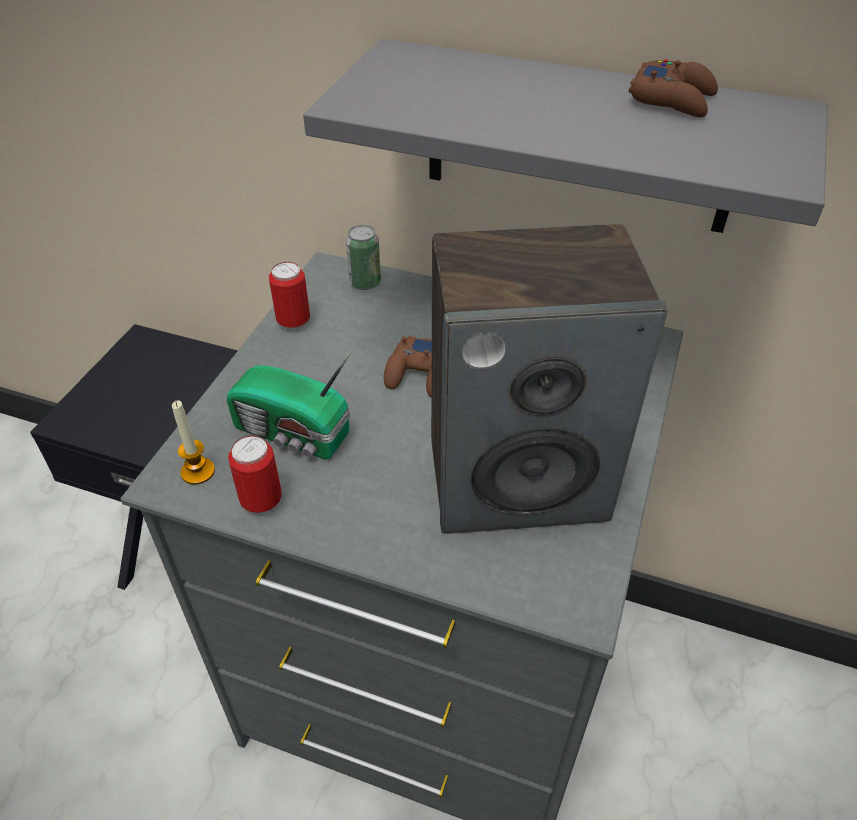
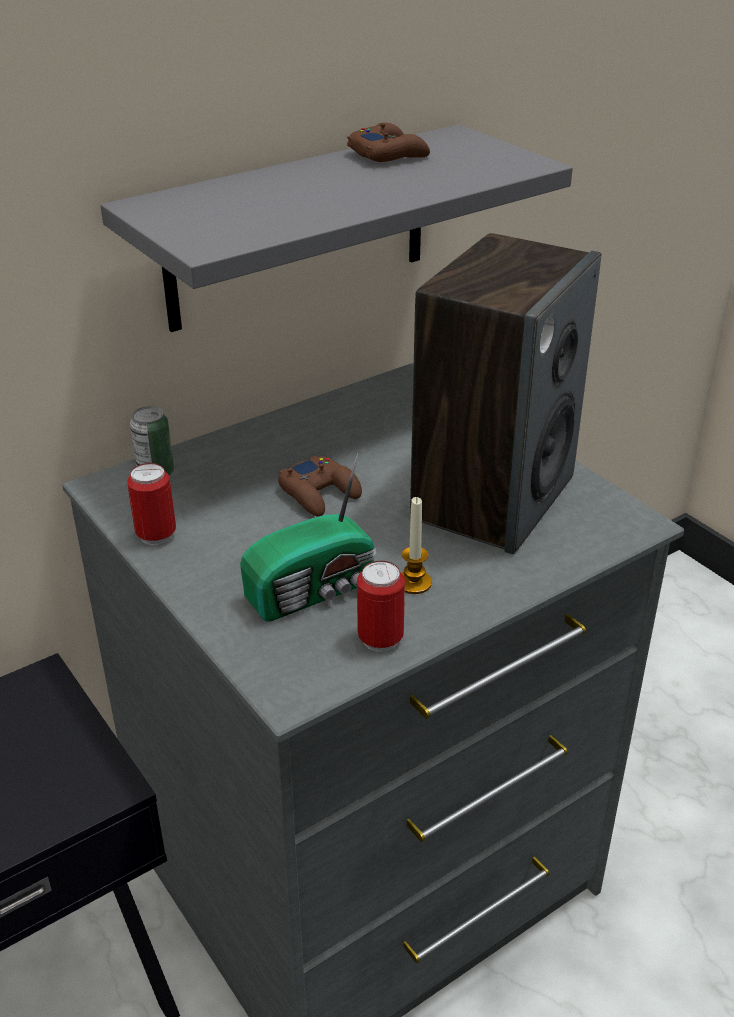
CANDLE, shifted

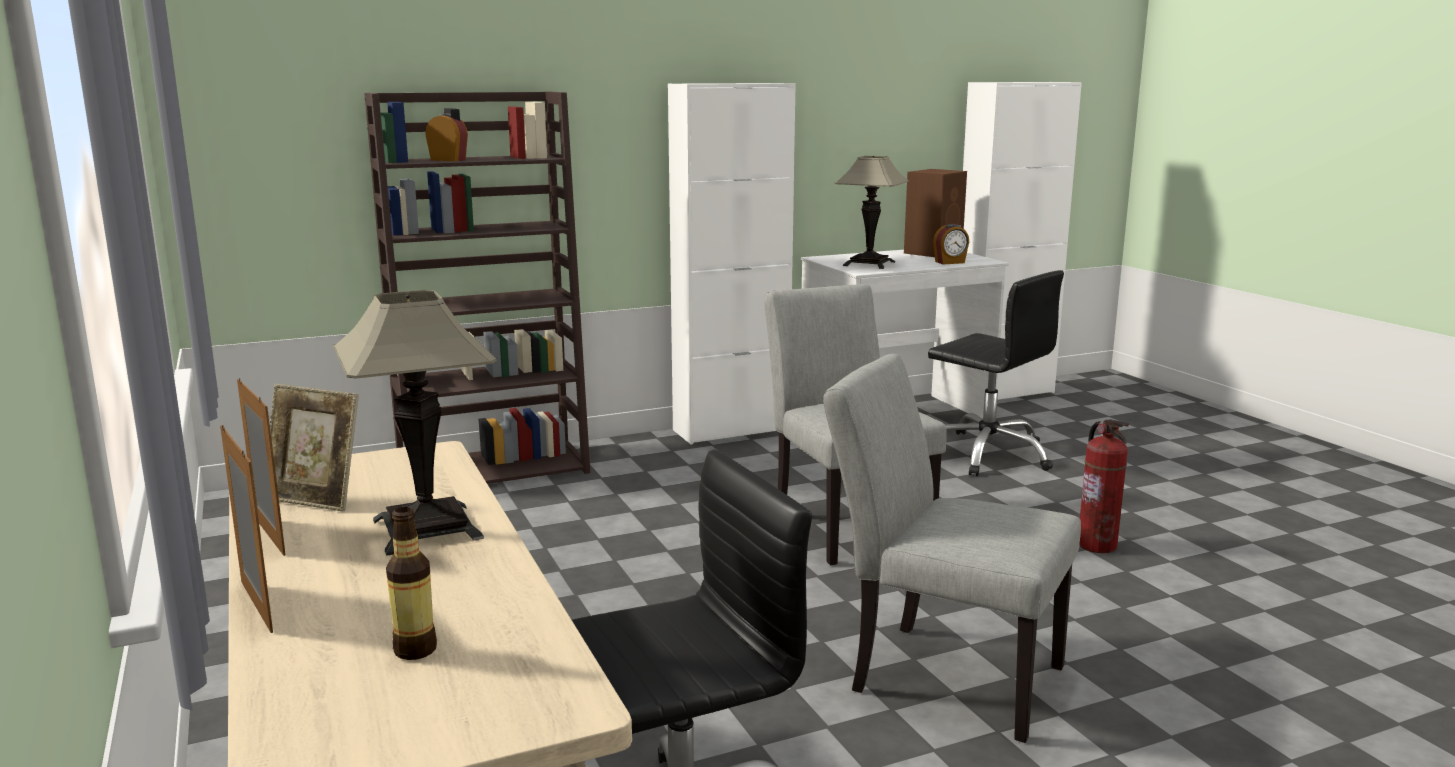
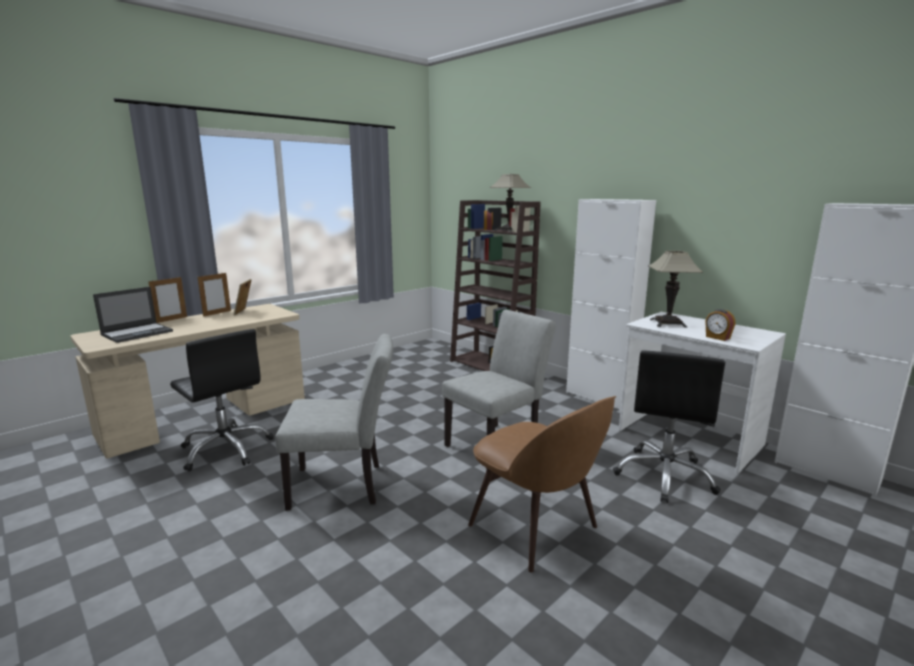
BEVERAGE BOTTLE → LAPTOP
GREYISH PLAIN CHAIR (no. 2 from left in the first image) → GREYISH PLAIN CHAIR (no. 1 from left), 75 degrees clockwise
EXTINGUISHER → BROWN-COLOURED PLAIN CHAIR
LAMP FOR A TABLE (no. 1 from left), shifted
BROWN-COLOURED LOUDSPEAKER → -

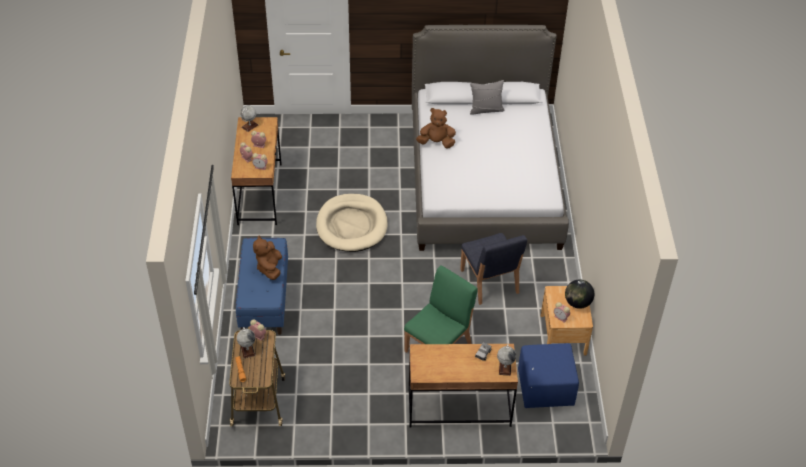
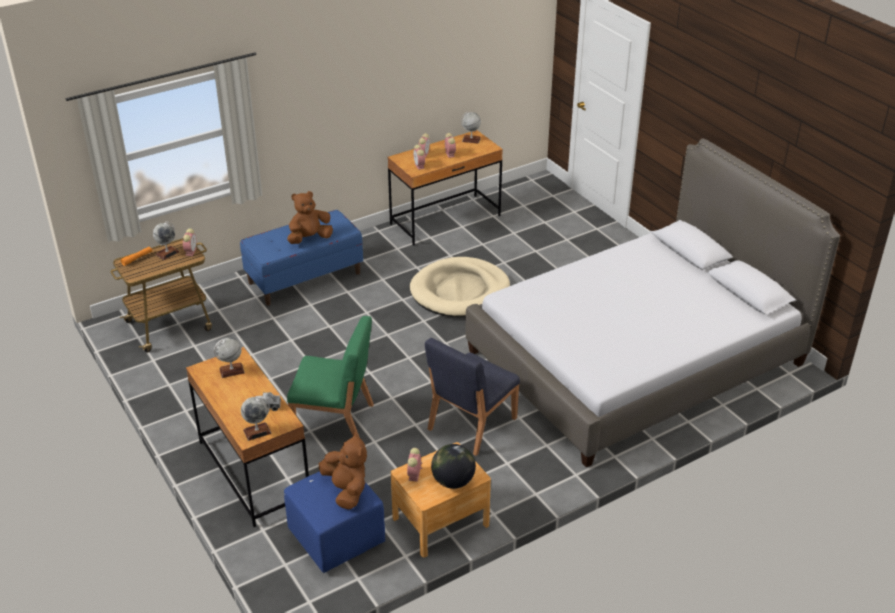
- → DESK GLOBE (no. 2 from left)
BROWN-COLOURED SOFT TOY (no. 2 from left), shifted
GREYISH CUSHION → -

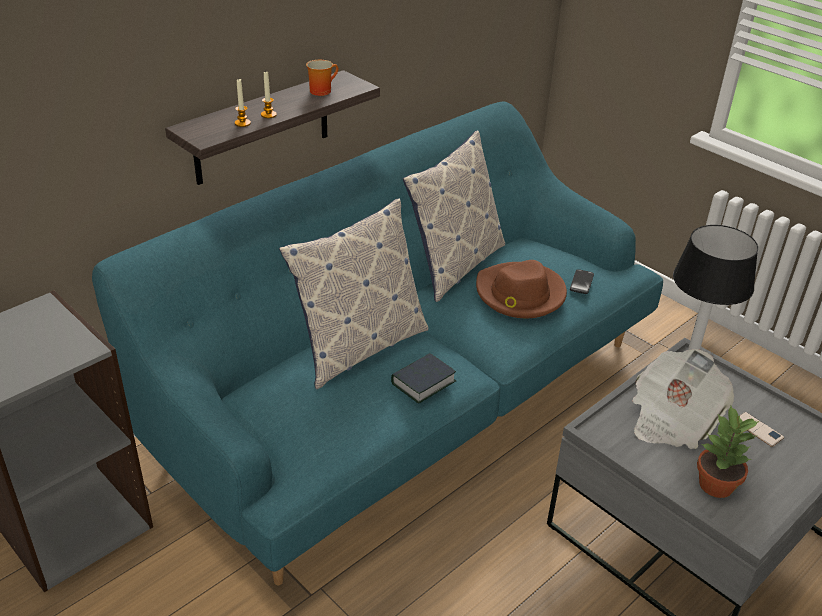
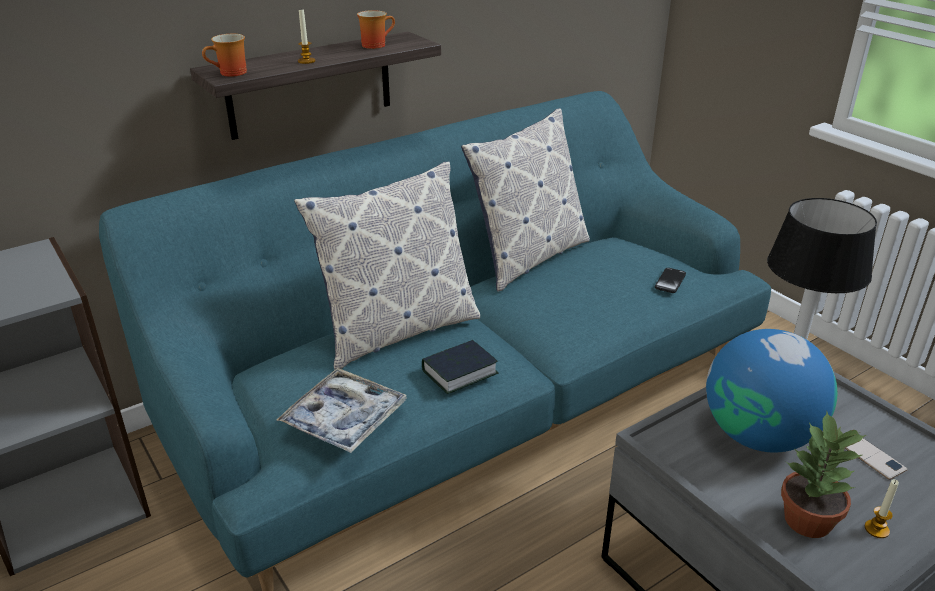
- → MUG (no. 1 from left)
- → CARRYING TRAY
PRINTED PAPER → DESK GLOBE
CANDLE (no. 1 from left in the first image) → CANDLE (no. 2 from left), shifted
BROWN-COLOURED WEARABLE HAT → -

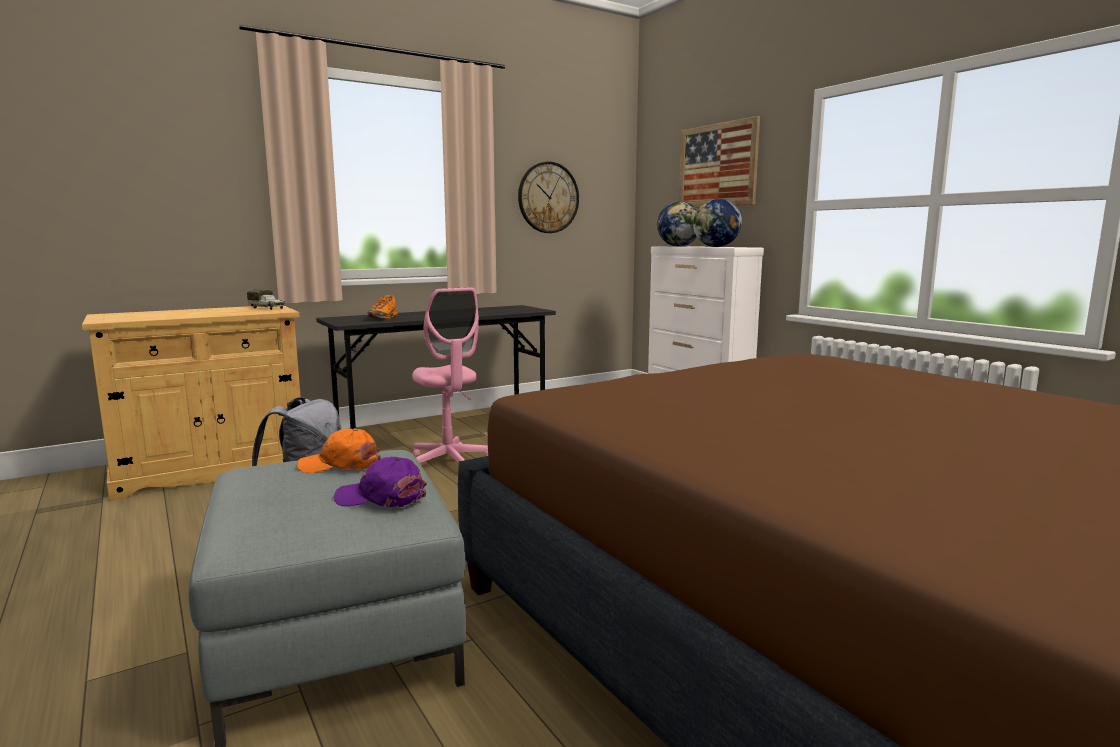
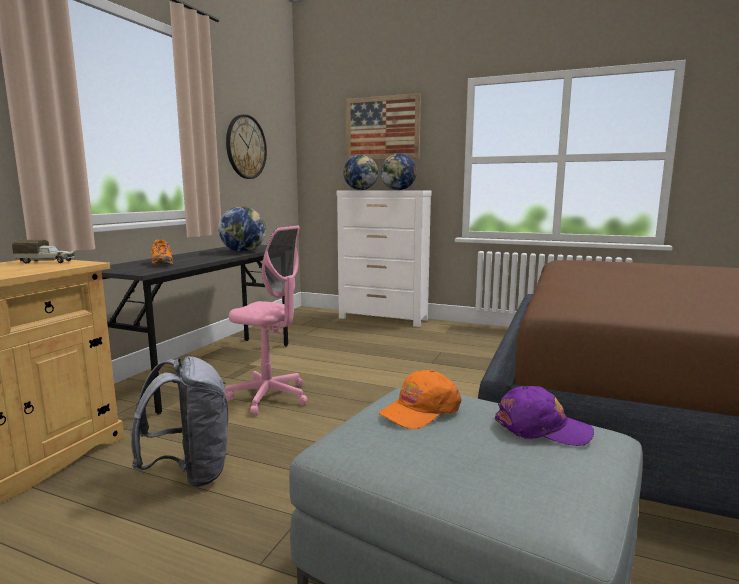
- → DESK GLOBE (no. 1 from left)
PURPLE-COLOURED PEAKED CAP, 135 degrees counterclockwise

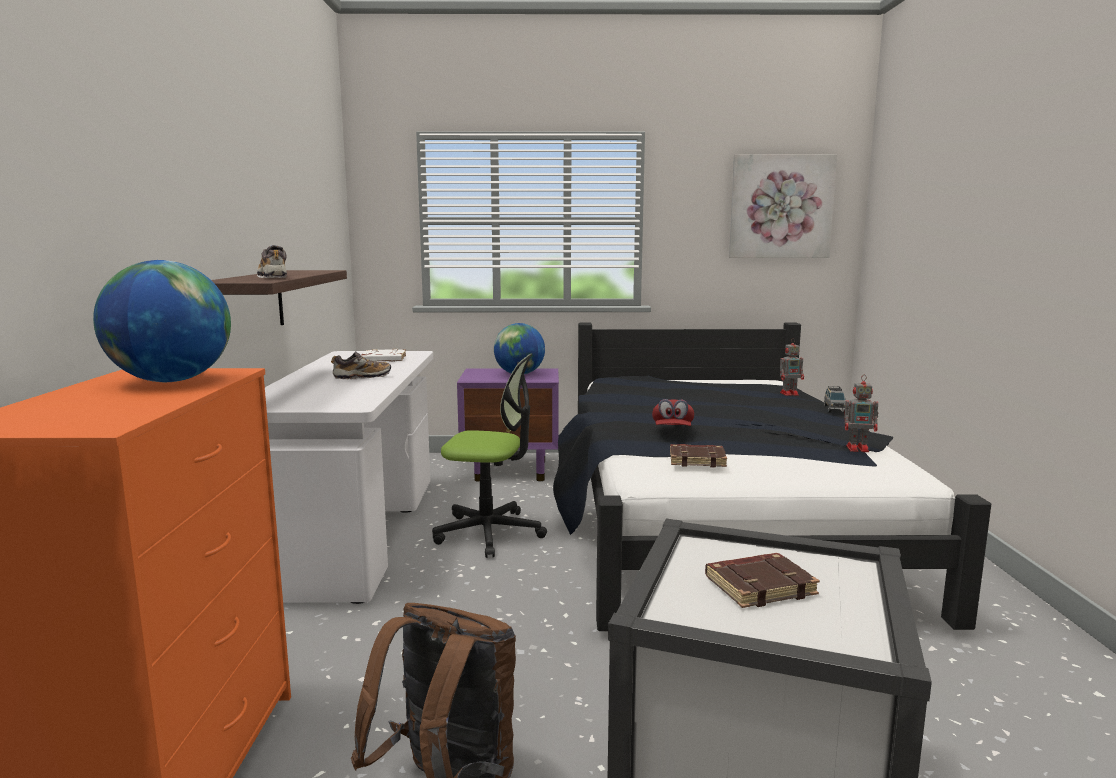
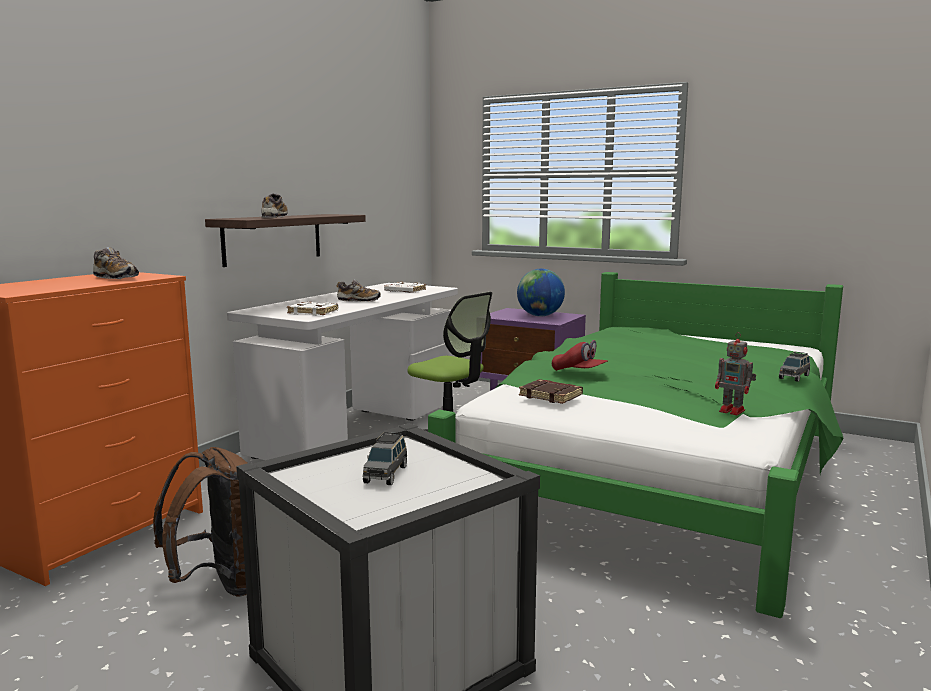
DESK GLOBE (no. 1 from left) → SHOE (no. 1 from left)
- → WHITISH BOOK (no. 1 from left)
BROWN-COLOURED BOOK (no. 2 from left) → GREYISH MINIATURE CAR (no. 1 from left)
BLACKISH BED → GREEN BED
REDDISH PEAKED CAP, 90 degrees counterclockwise
WALL ART → -
TOY ROBOT (no. 1 from left) → -

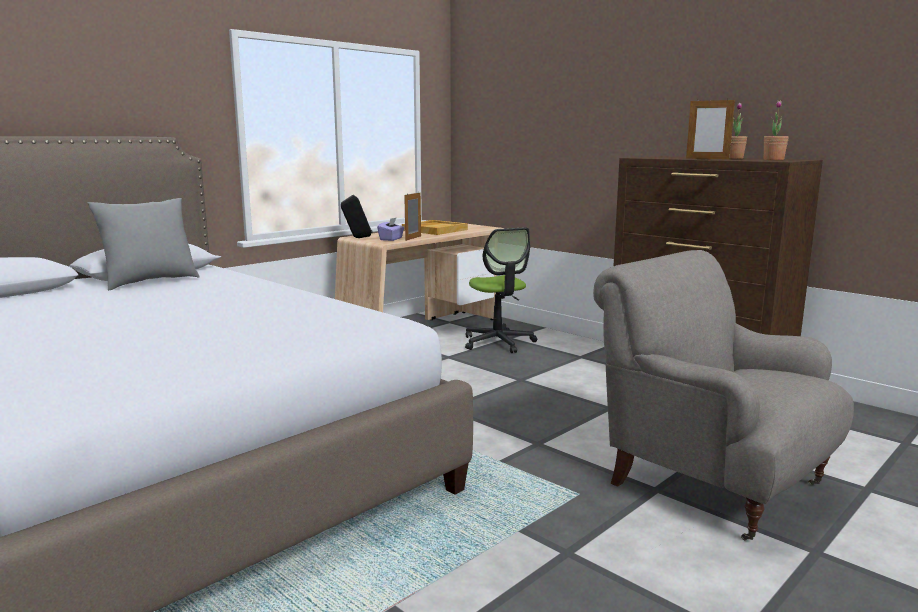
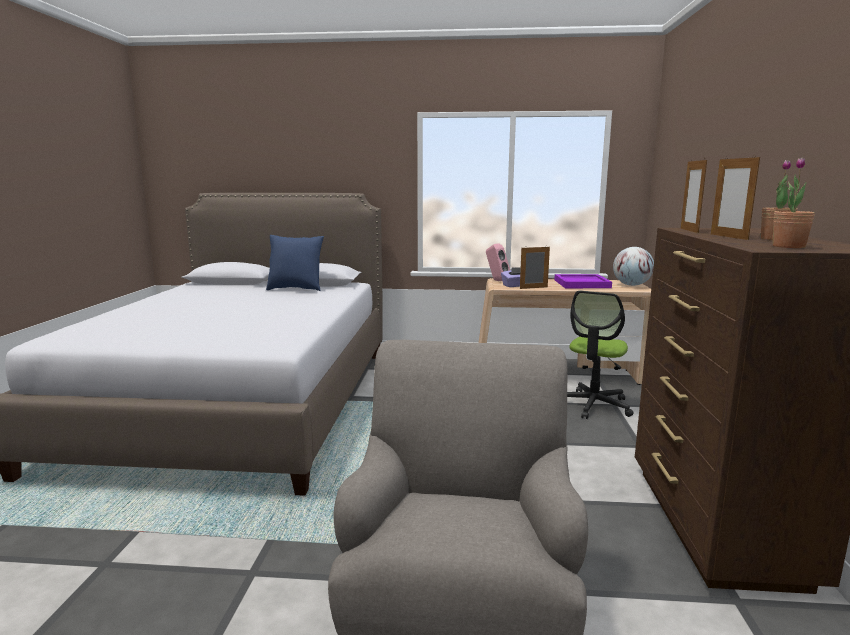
GREYISH CUSHION → BLUE CUSHION
BLACKISH LOUDSPEAKER → PINKISH LOUDSPEAKER
BEIGE-COLOURED CARRYING TRAY → PURPLE-COLOURED CARRYING TRAY
- → DESK GLOBE
- → PHOTO FRAME (no. 2 from left)

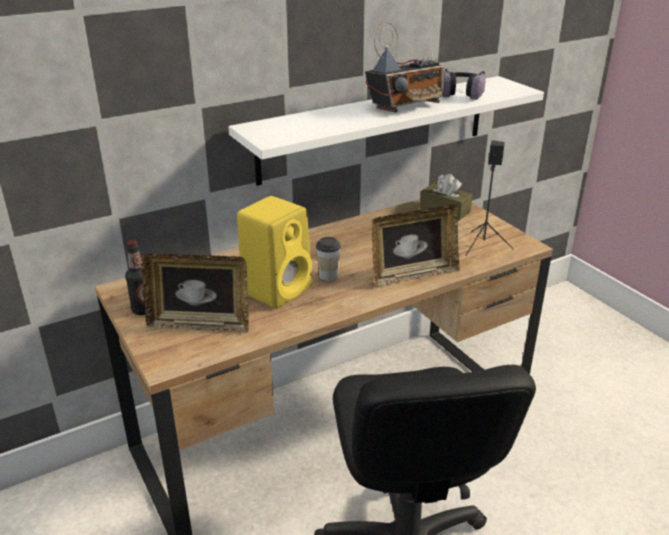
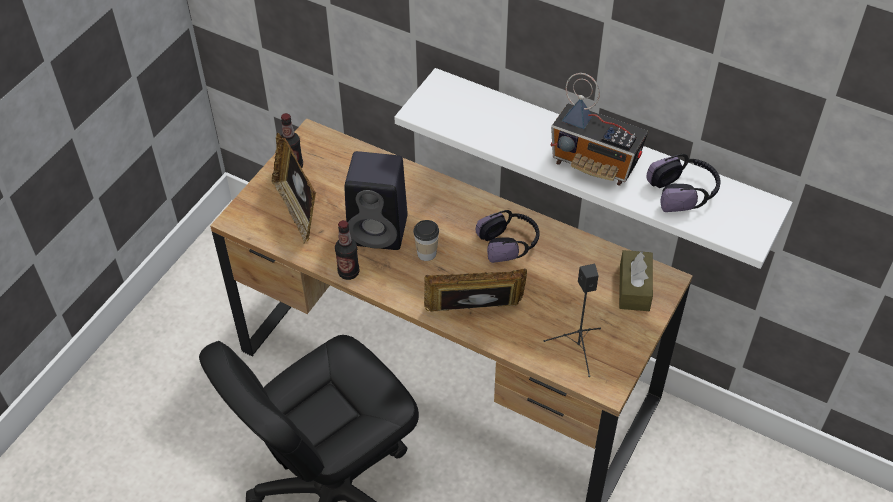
- → BEVERAGE BOTTLE (no. 2 from left)
YELLOW-COLOURED LOUDSPEAKER → BLACKISH LOUDSPEAKER (no. 1 from left)
PHOTO FRAME (no. 2 from left), 135 degrees clockwise
- → HEADSET (no. 1 from left)

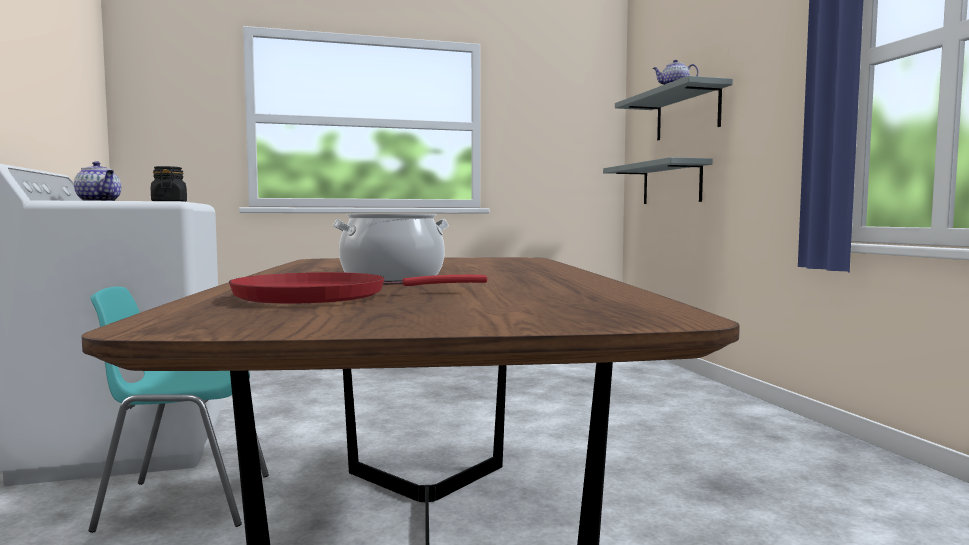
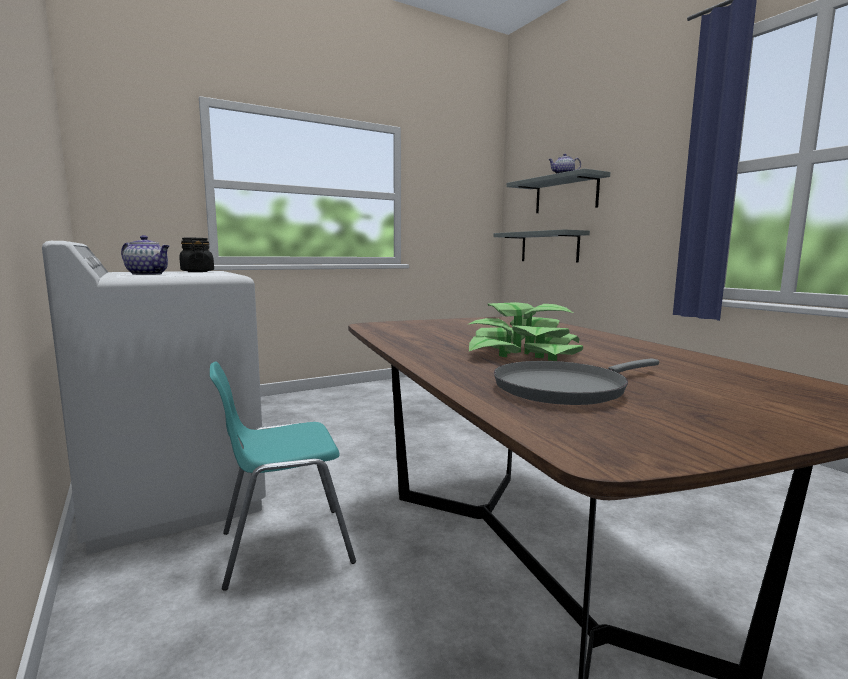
STOCKPOT → PLANT IN A POT
REDDISH PAN → GREYISH PAN

